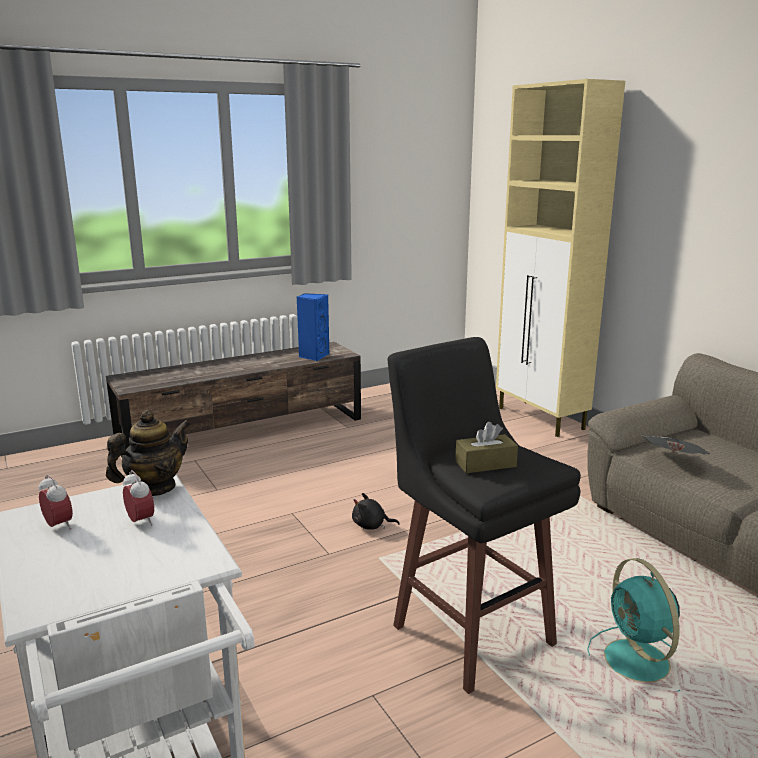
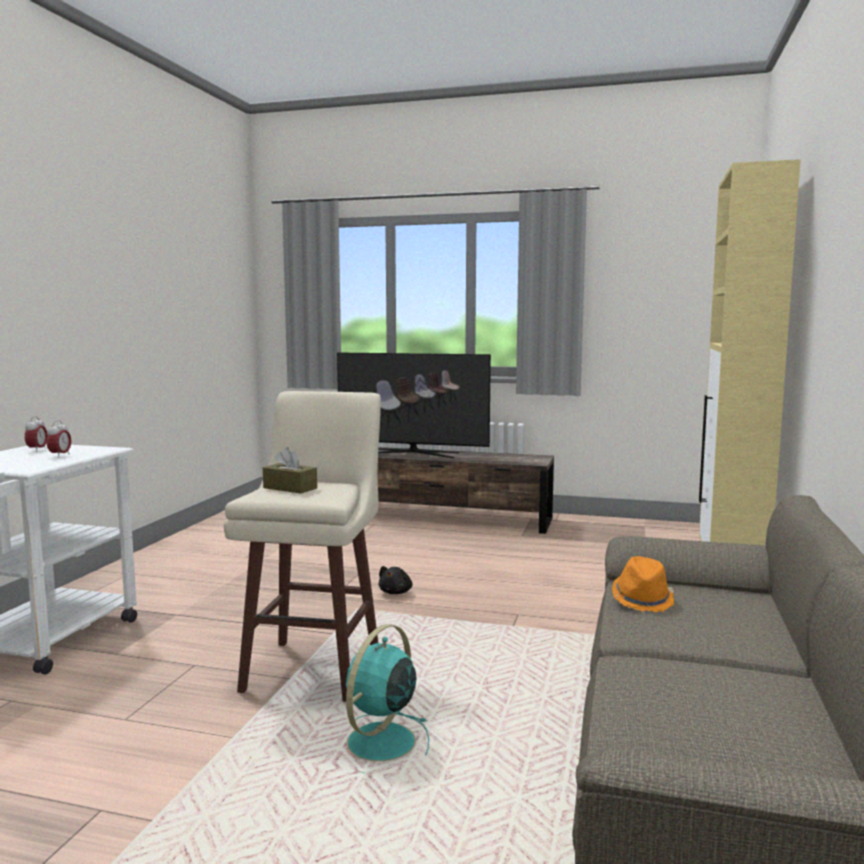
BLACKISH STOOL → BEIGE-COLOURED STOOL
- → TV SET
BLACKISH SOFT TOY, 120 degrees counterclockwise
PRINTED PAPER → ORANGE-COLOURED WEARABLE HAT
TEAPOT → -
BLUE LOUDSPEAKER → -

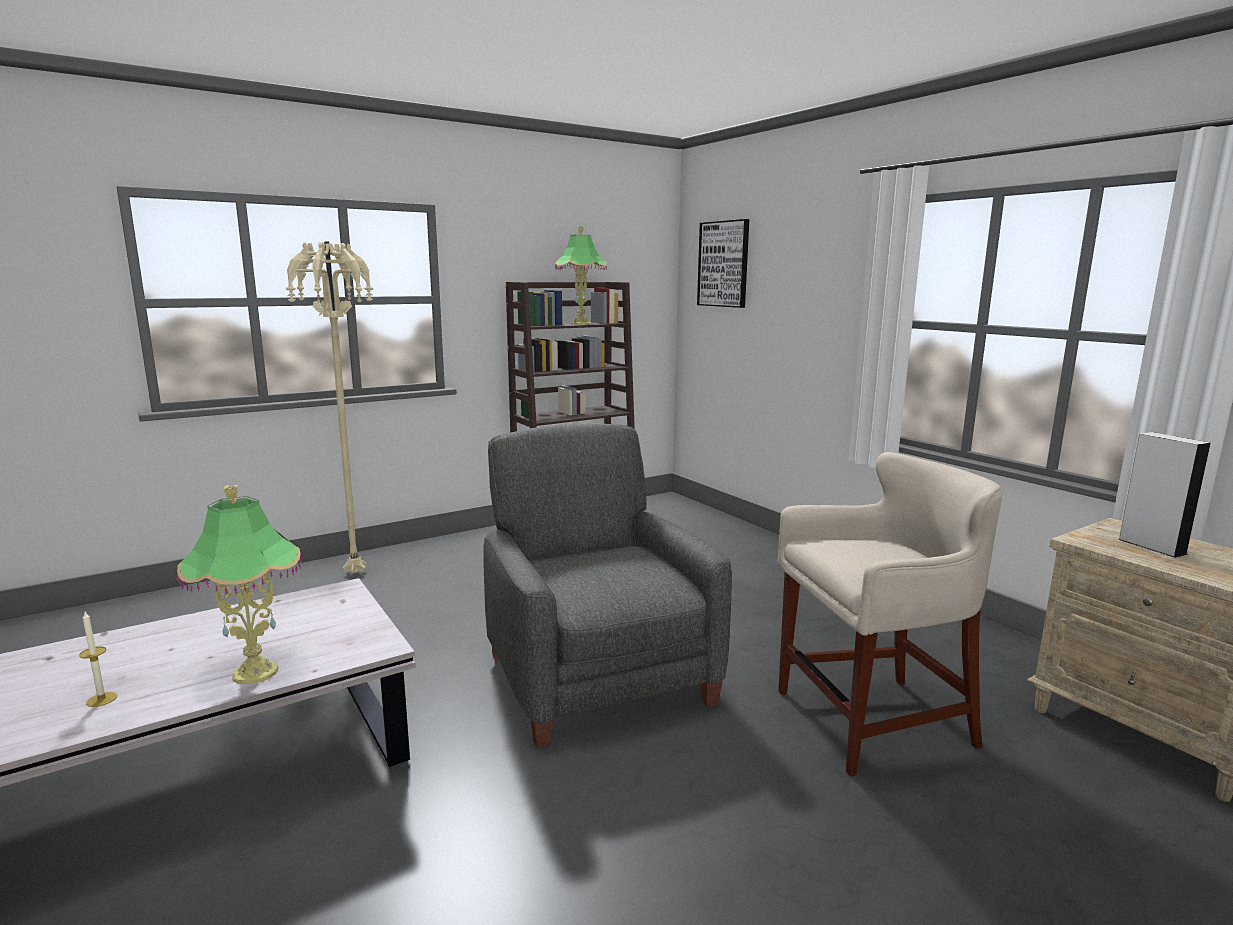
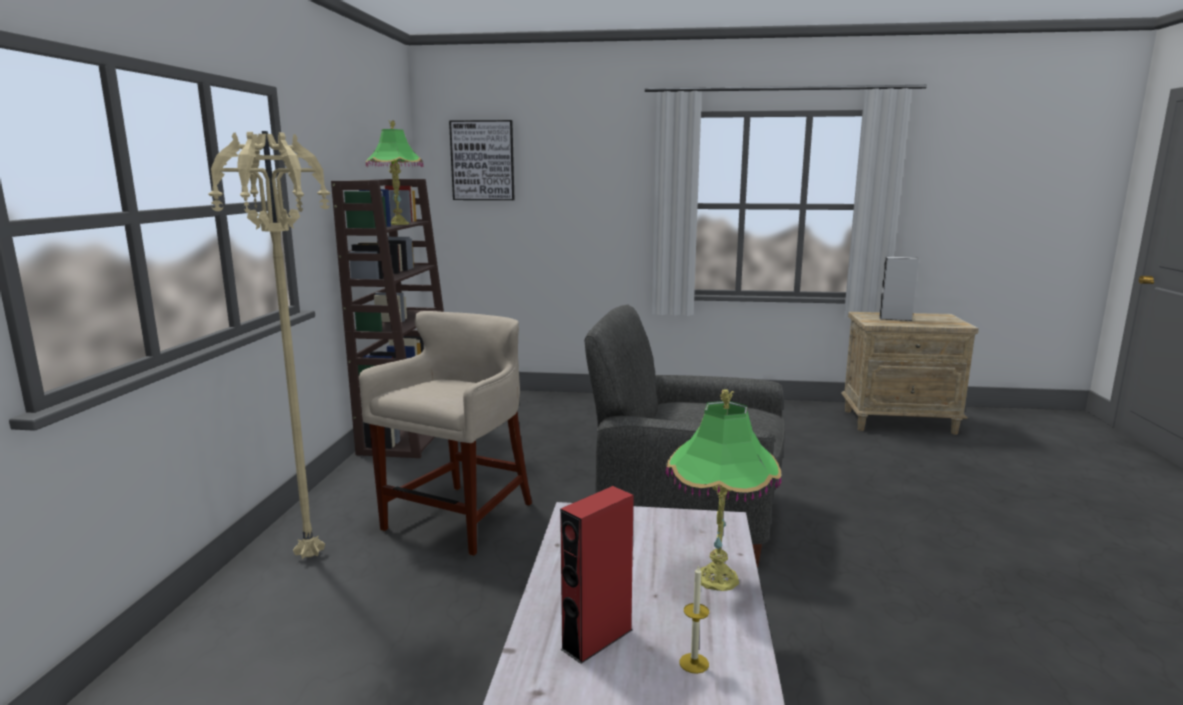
BEIGE-COLOURED STOOL, shifted
- → REDDISH LOUDSPEAKER

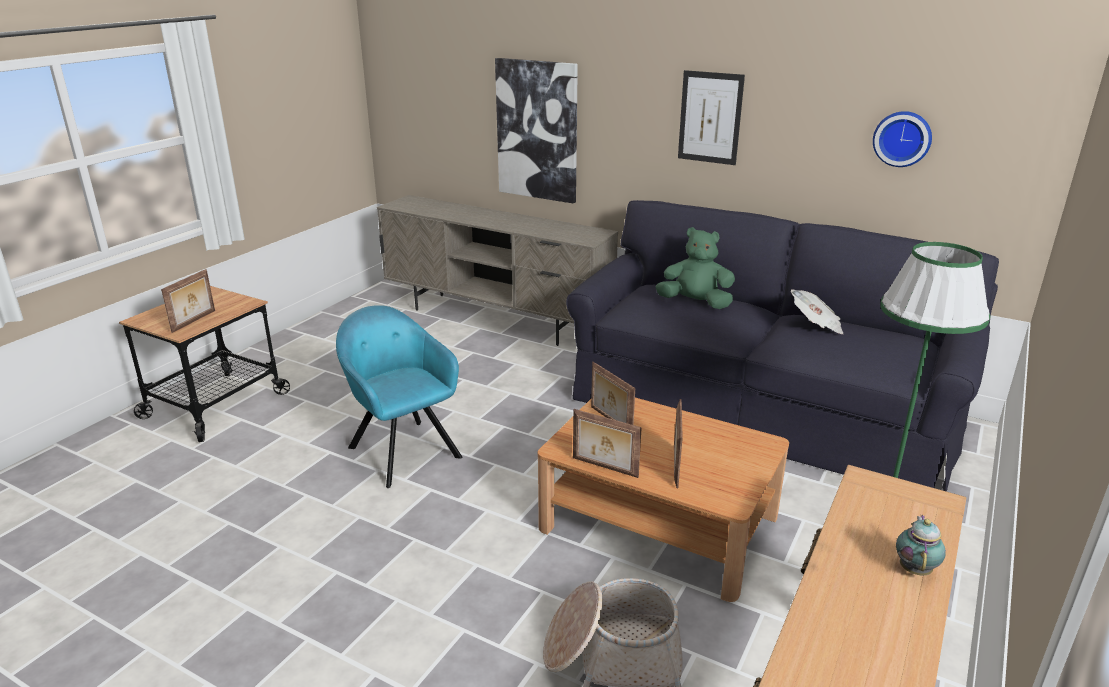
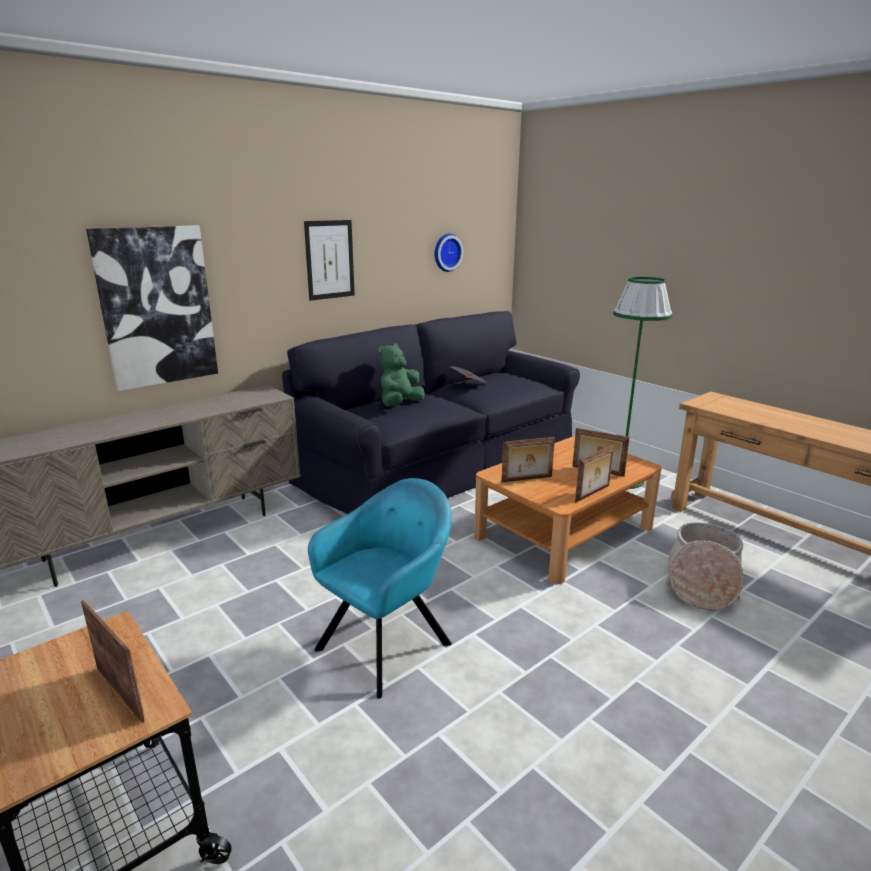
TURQUOISE EASY CHAIR, 150 degrees clockwise
TEAPOT → -

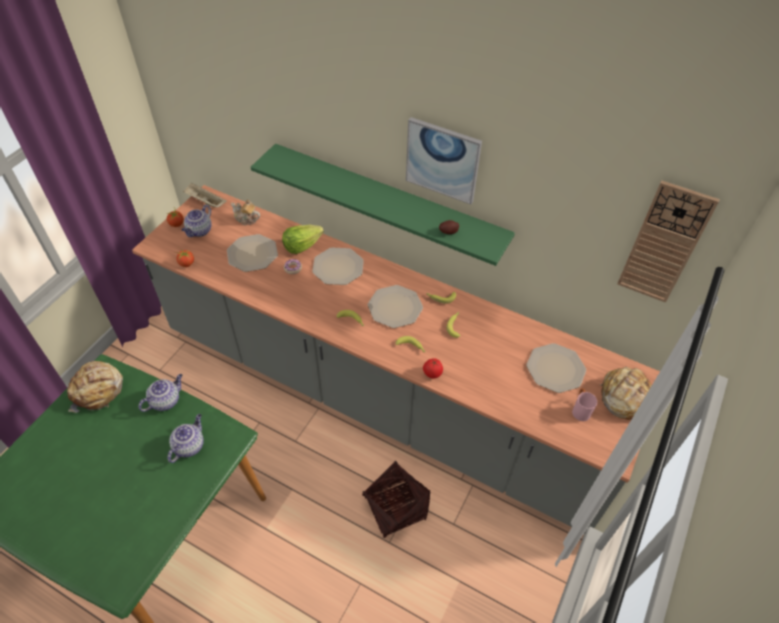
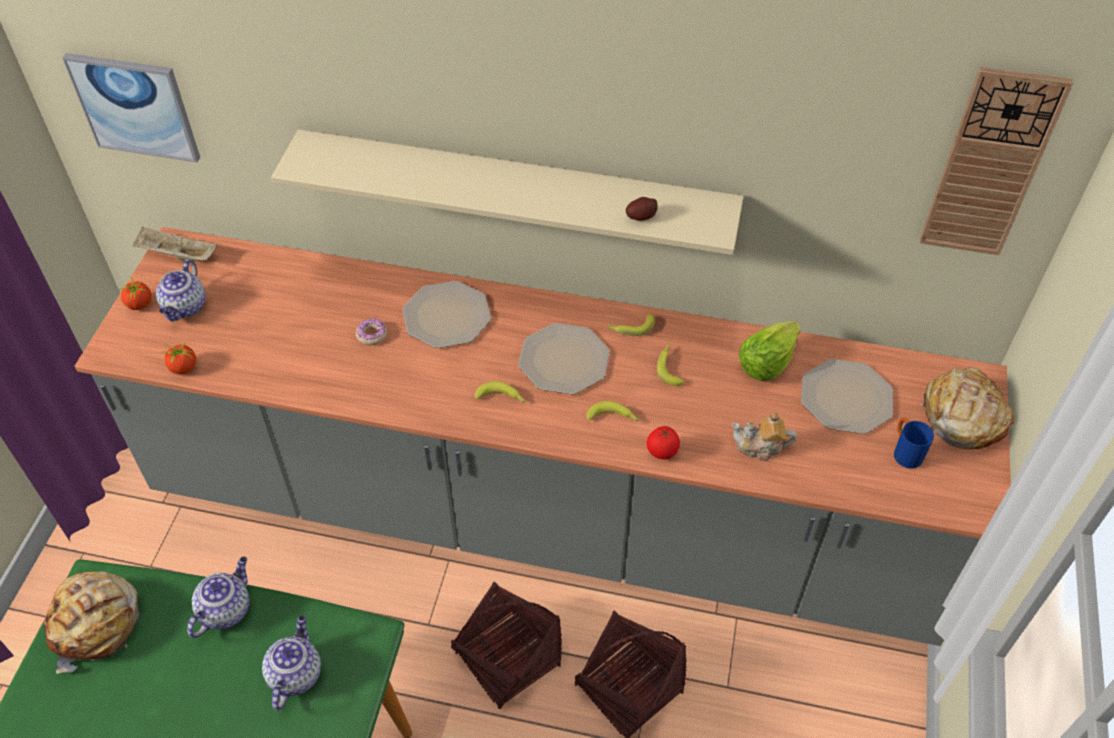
WALL ART, shifted
GREEN WALL SHELF → BEIGE-COLOURED WALL SHELF
- → STORAGE BASKET (no. 1 from left)
TEAPOT (no. 4 from left), shifted
LETTUCE, shifted
PINKISH MUG → BLUE MUG
PLATE (no. 1 from left) → -

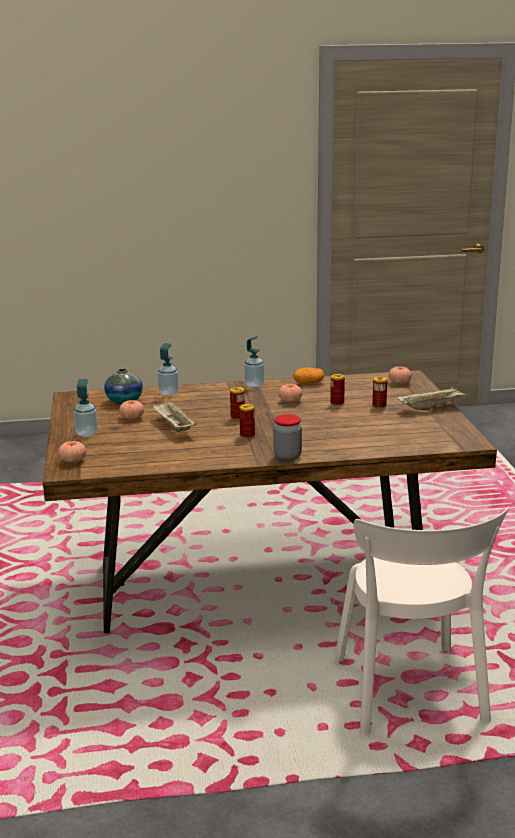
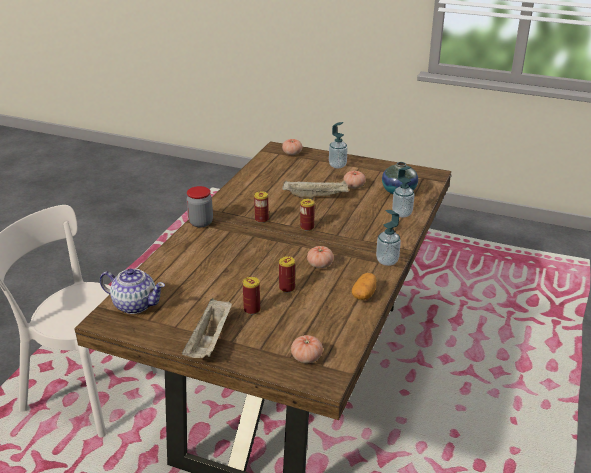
- → TEAPOT

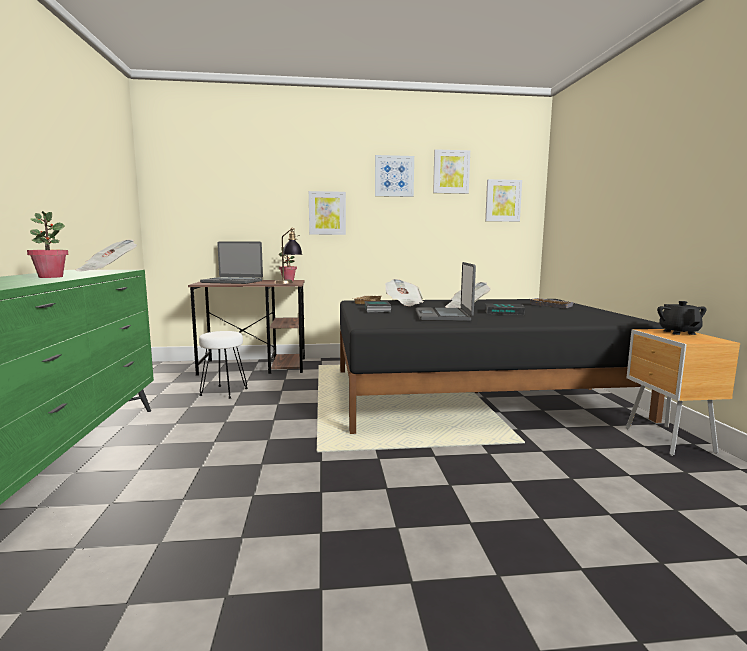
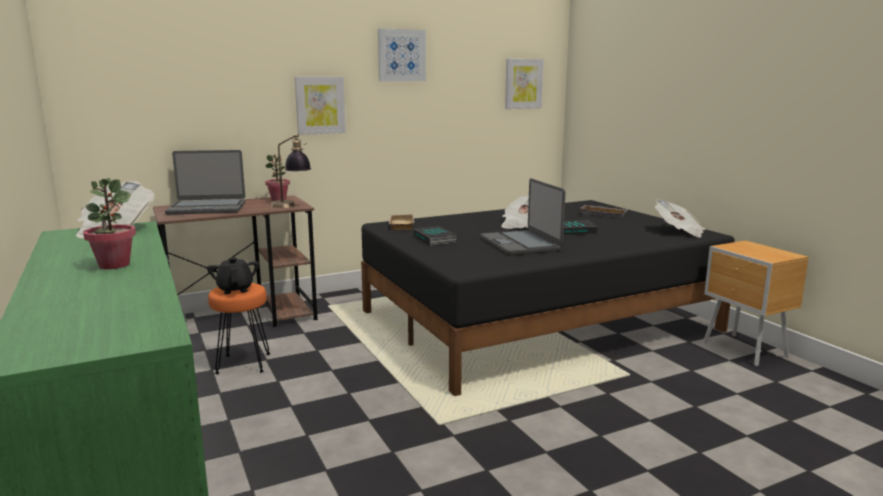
BLACKISH TEAPOT, shifted
WHITISH STOOL → ORANGE-COLOURED STOOL
PRINTED PAPER (no. 2 from left in the first image) → PRINTED PAPER (no. 3 from left), shifted
WALL ART (no. 3 from left) → -

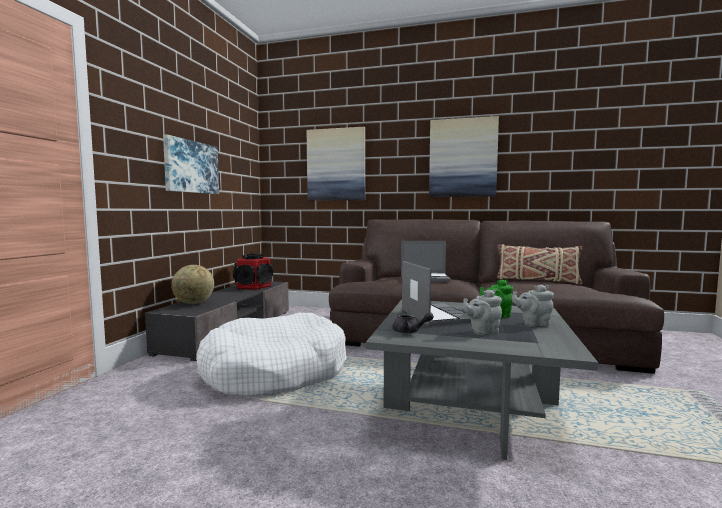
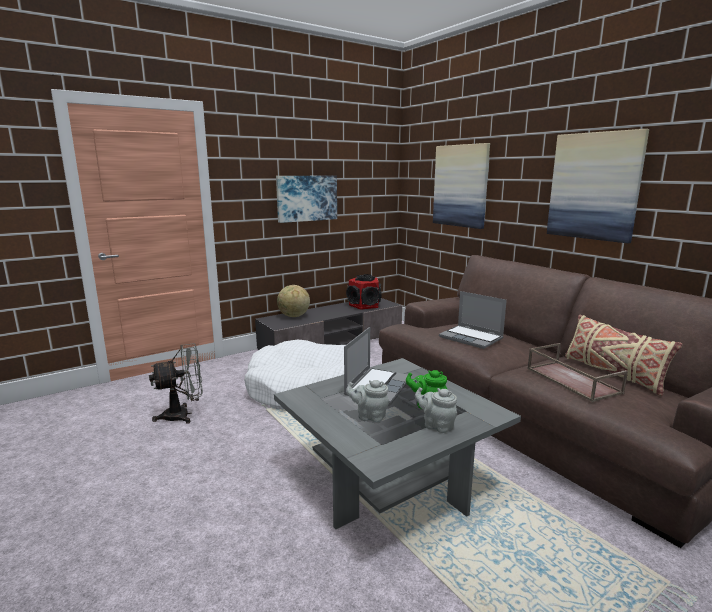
- → GREYISH COOLING FAN
- → BROWN-COLOURED CARRYING TRAY
GREYISH TEAPOT (no. 1 from left) → -

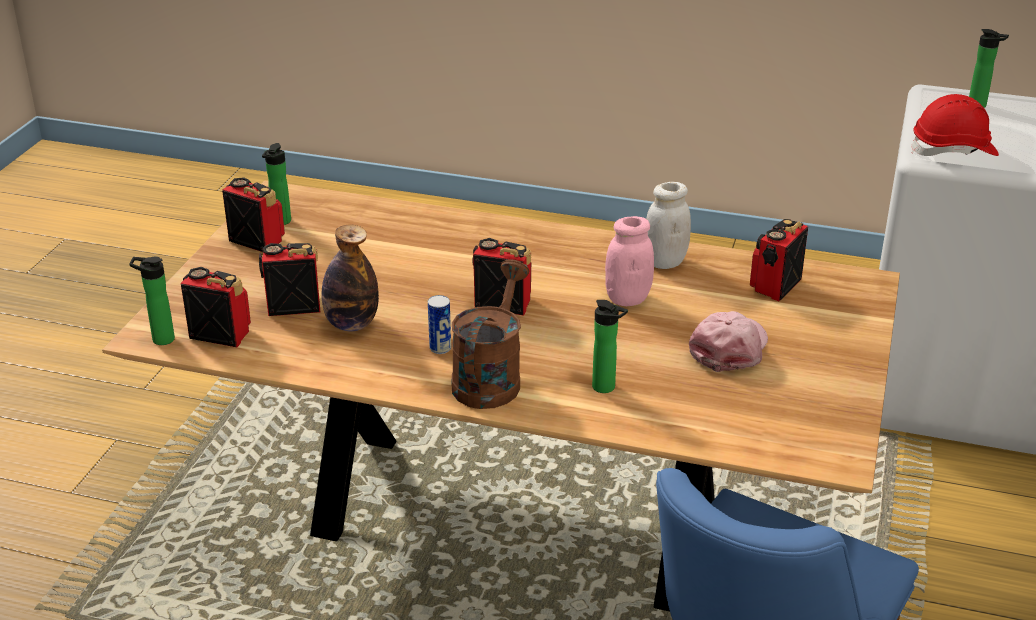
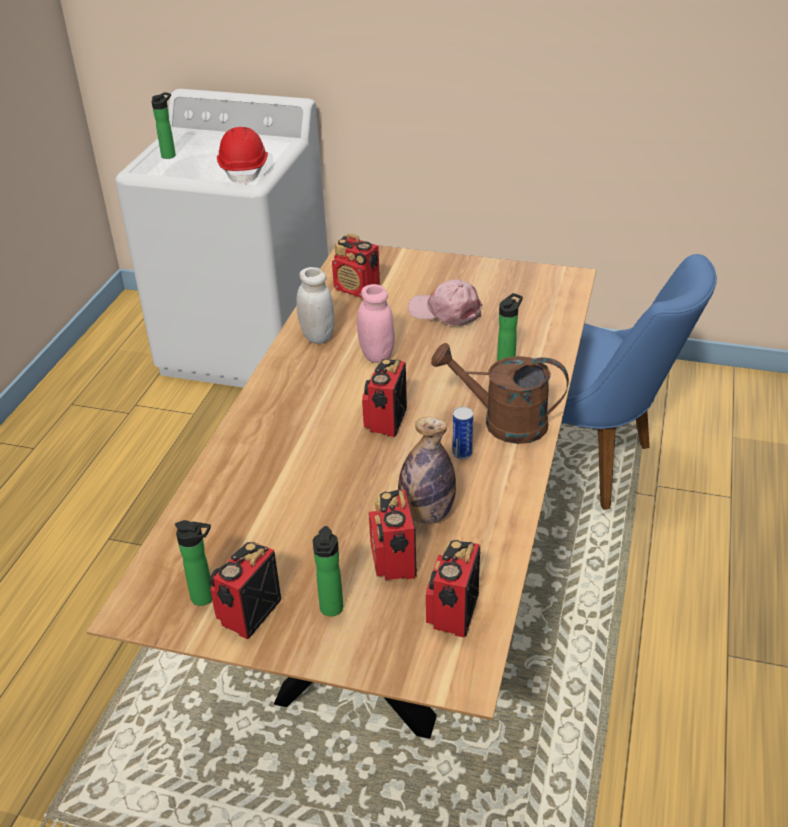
BEVERAGE BOTTLE (no. 1 from left in the first image) → BEVERAGE BOTTLE (no. 3 from left), shifted

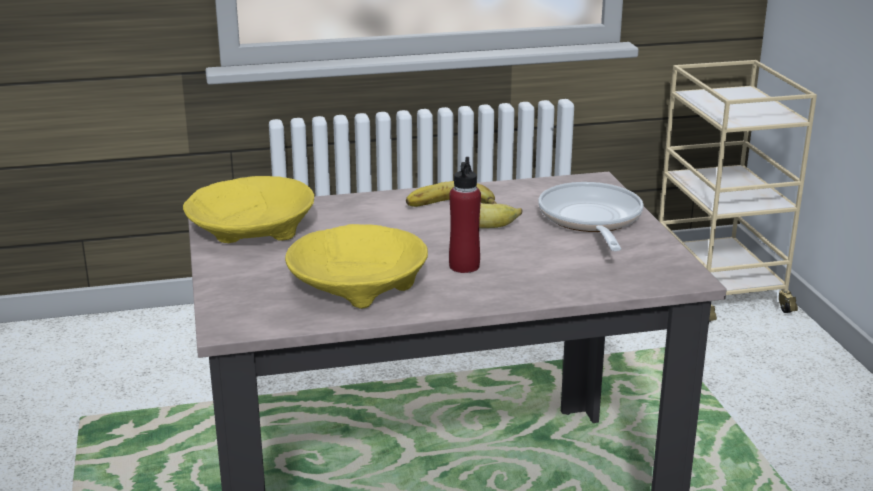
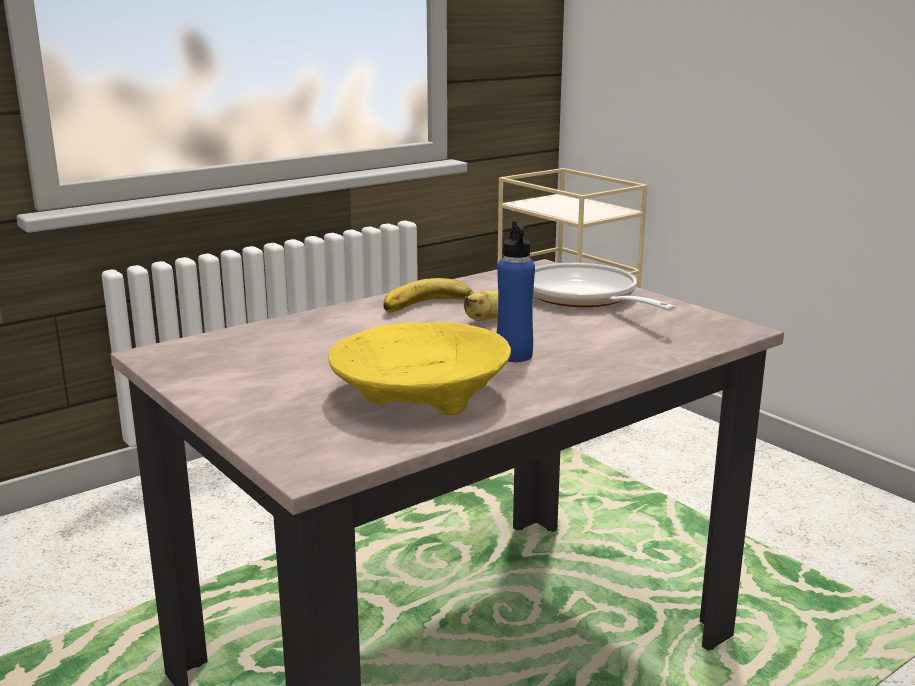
REDDISH BEVERAGE BOTTLE → BLUE BEVERAGE BOTTLE
YELLOW-COLOURED SERVING BOWL (no. 1 from left) → -

